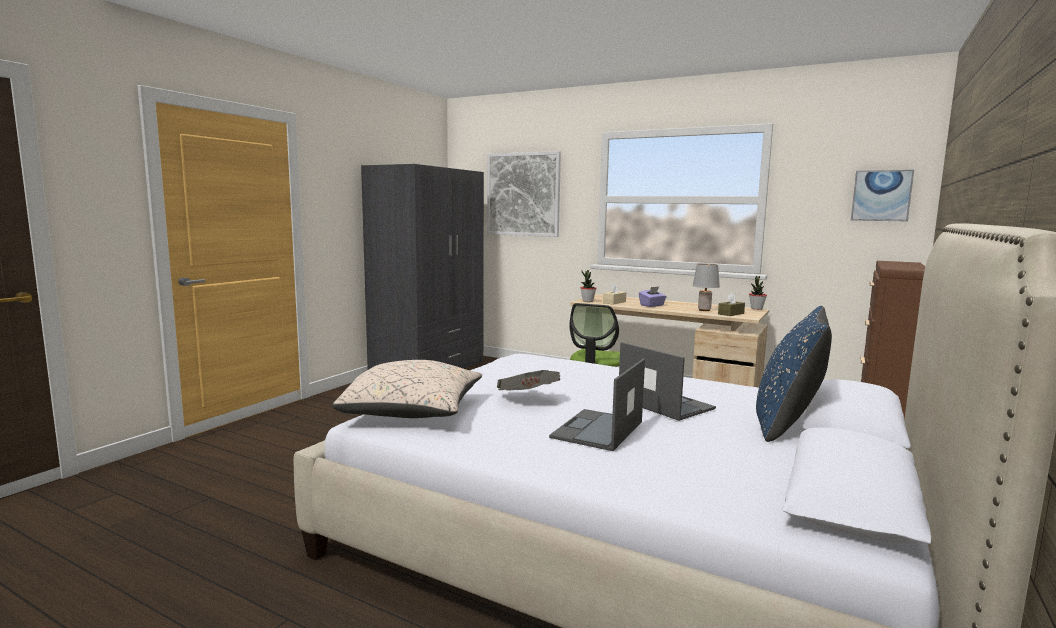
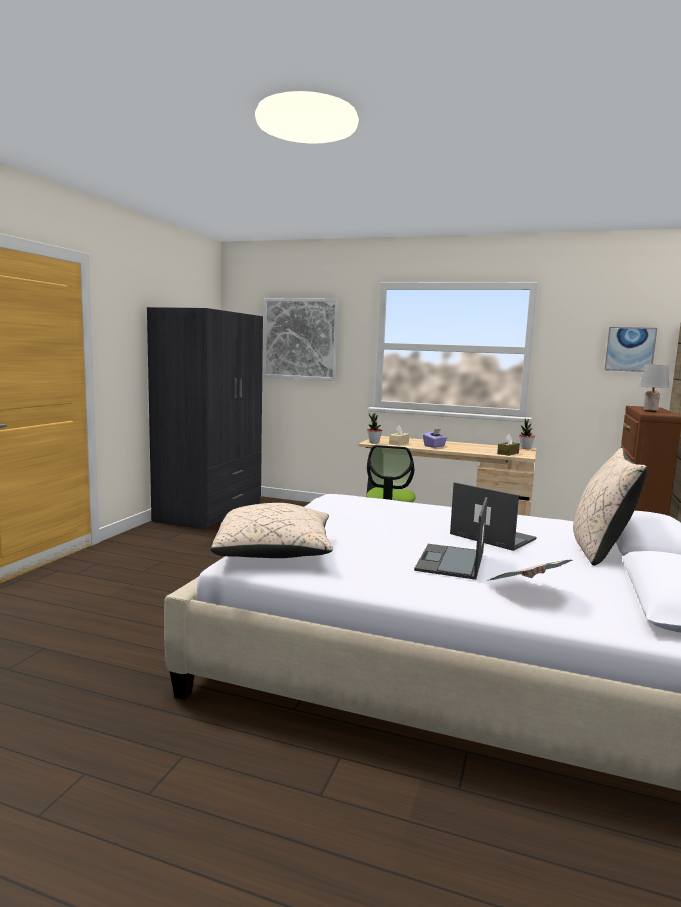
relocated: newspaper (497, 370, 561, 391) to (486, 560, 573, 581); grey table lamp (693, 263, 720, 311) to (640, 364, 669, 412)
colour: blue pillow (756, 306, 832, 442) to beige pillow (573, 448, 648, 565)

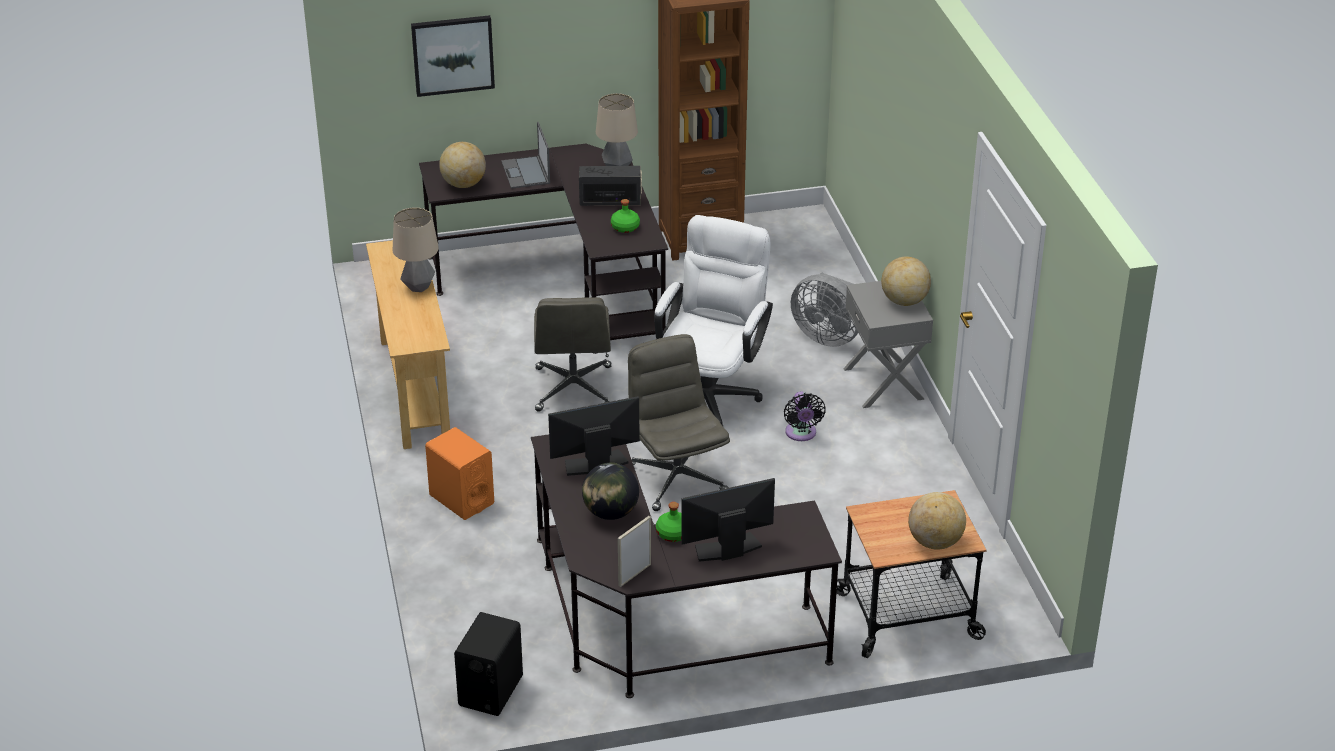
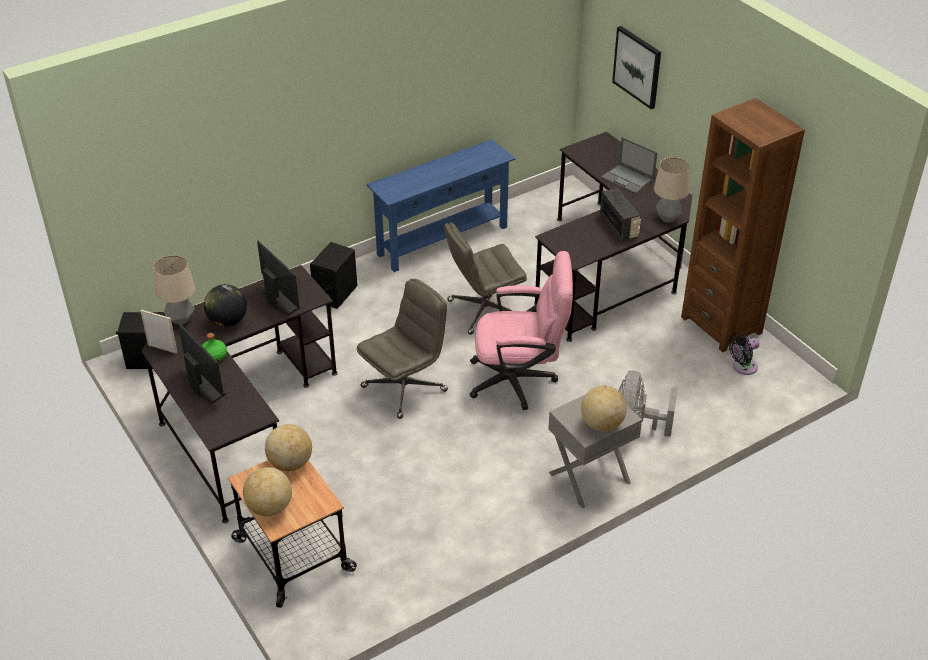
missing: green bottle (611, 199, 640, 233)
relocated: table lamp (393, 208, 439, 292) to (154, 255, 195, 325); globe (439, 142, 486, 188) to (265, 424, 312, 471); black fan (784, 391, 826, 441) to (728, 333, 760, 375)
colour: orange speaker (425, 427, 494, 520) to black speaker (310, 242, 357, 309); beige console table (366, 240, 450, 449) to blue console table (367, 139, 515, 272); white office chair (654, 215, 773, 426) to pink office chair (470, 251, 573, 410)
spun: laptop (501, 122, 550, 189) = (601, 137, 657, 194) 105 degrees counterclockwise

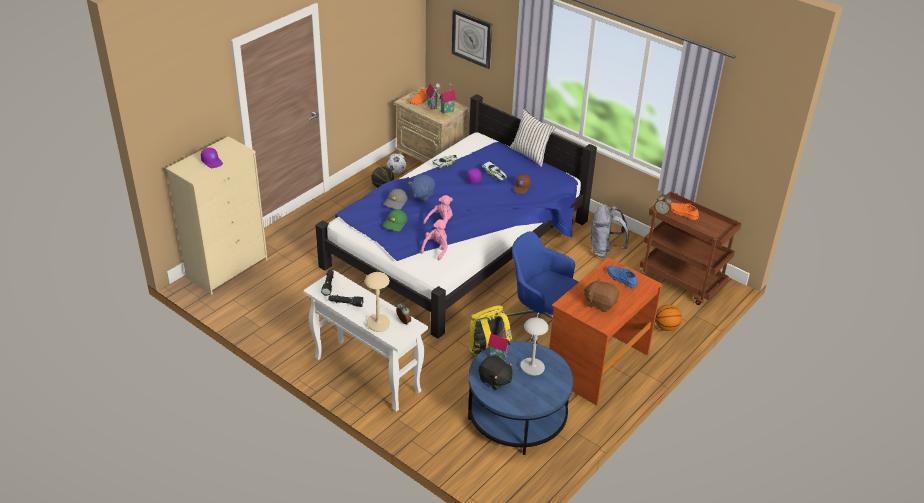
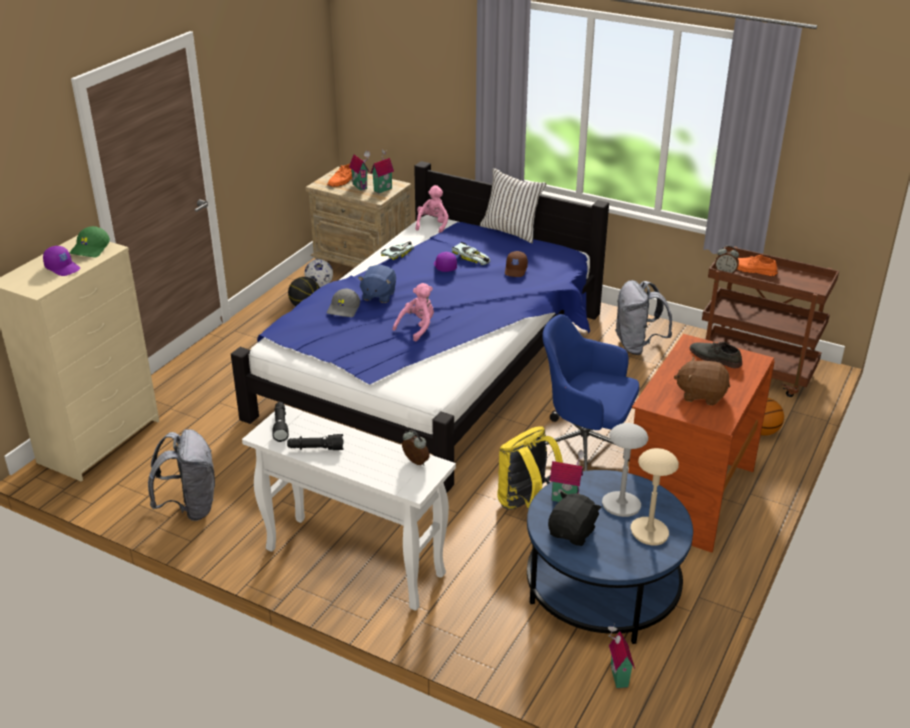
missing: wall clock (452, 9, 492, 69)
appeared: grey backpack (148, 429, 215, 521); toy house (608, 623, 635, 688)
relocated: green cap (383, 210, 407, 231) to (69, 226, 110, 257); pink plush toy (420, 219, 448, 260) to (415, 185, 449, 233); beige table lamp (365, 272, 390, 332) to (631, 448, 679, 546)
colour: blue shoe (607, 266, 637, 288) to grey shoe (690, 342, 742, 369)
spun: black plush toy (478, 355, 513, 390) = (548, 492, 602, 546) 90 degrees counterclockwise

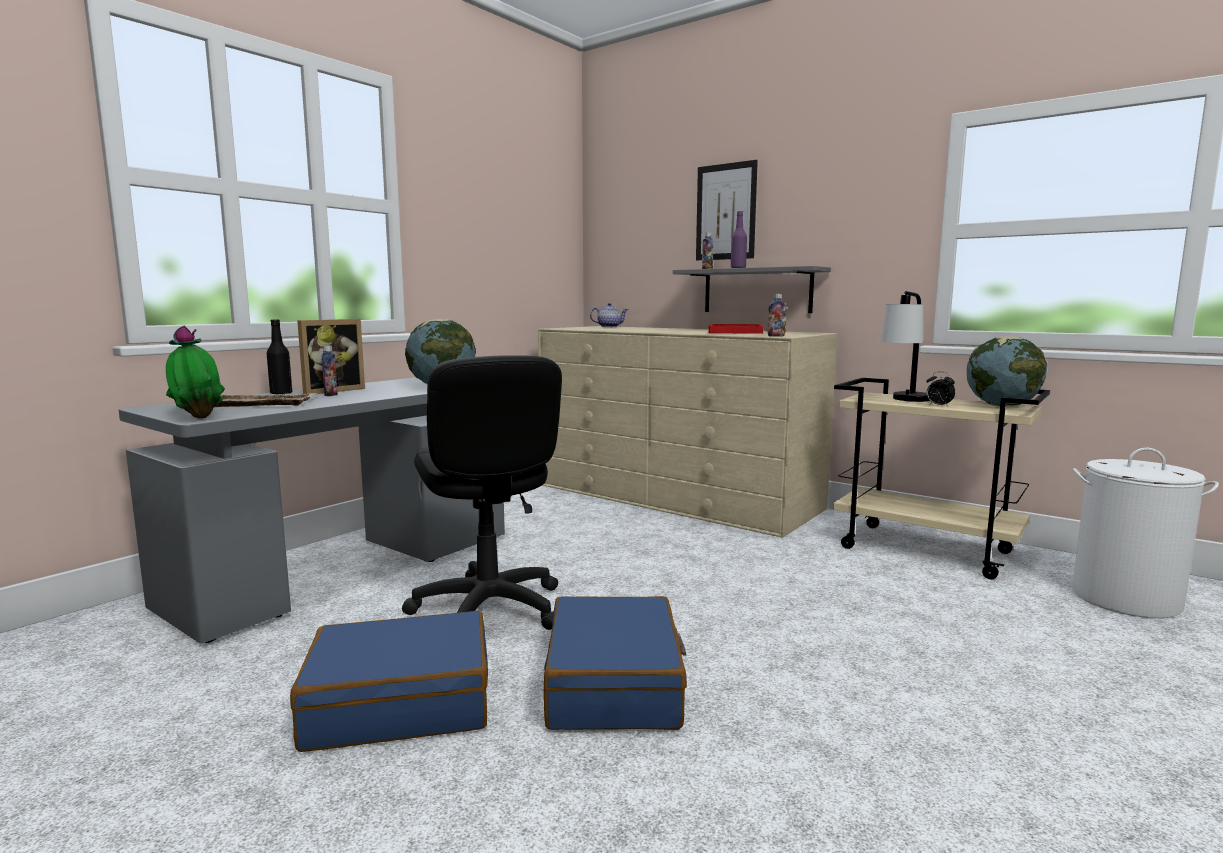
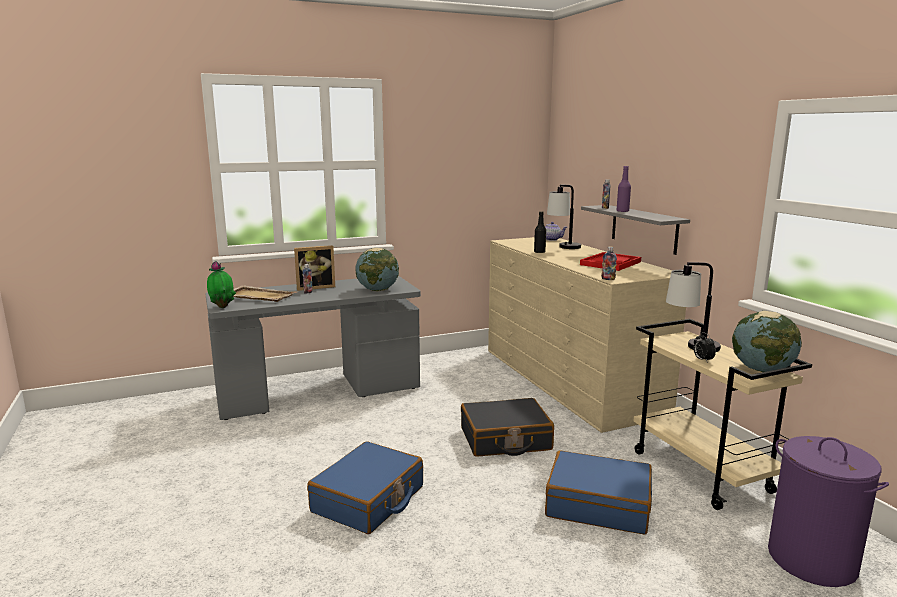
missing: black office chair (402, 355, 562, 630); picture (696, 160, 758, 260)
appeared: black suitcase (461, 398, 554, 457); table lamp (547, 185, 581, 249)
relocated: black bottle (267, 319, 292, 395) to (534, 211, 546, 253); blue suitcase (290, 611, 488, 752) to (545, 451, 652, 535)
colour: white laundry basket (1072, 448, 1219, 618) to purple laundry basket (768, 436, 889, 587)

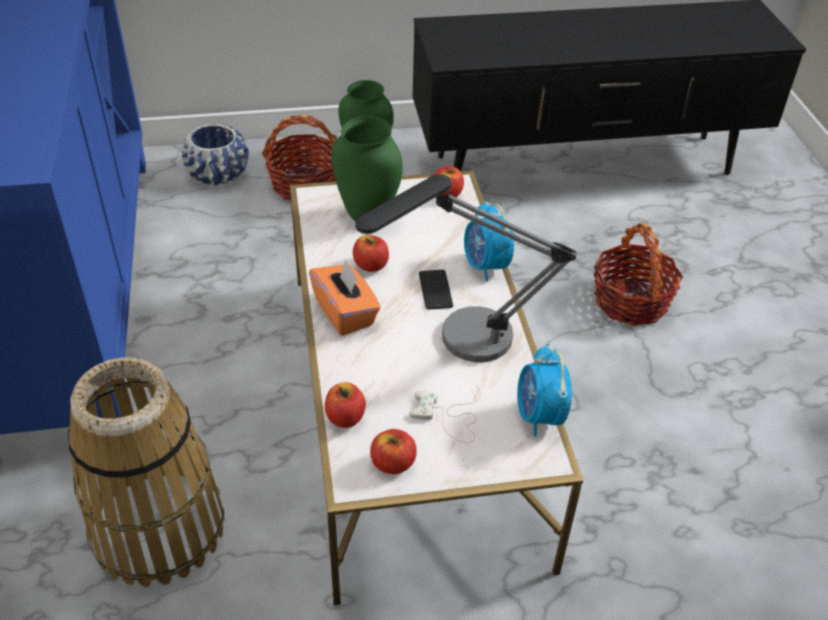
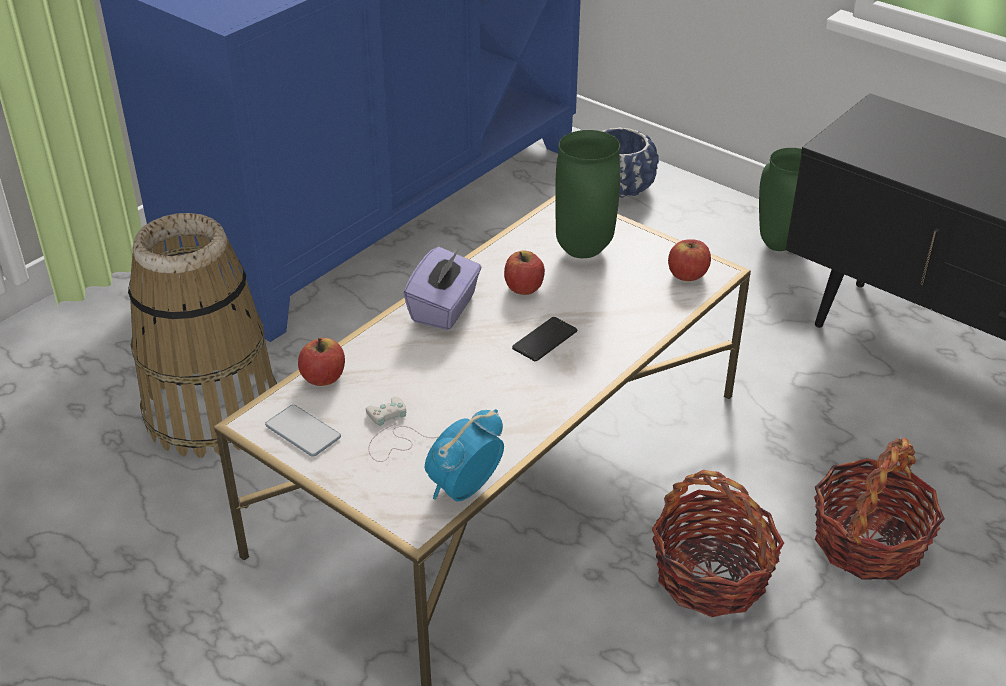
missing: table lamp (355, 174, 576, 362); alarm clock (464, 201, 515, 282)
relocated: basket (262, 115, 337, 201) to (652, 470, 784, 617)
exchanged: apple (370, 429, 417, 474) to phone (265, 405, 341, 457)
colour: orange tissue box (309, 259, 381, 336) to purple tissue box (404, 246, 482, 330)

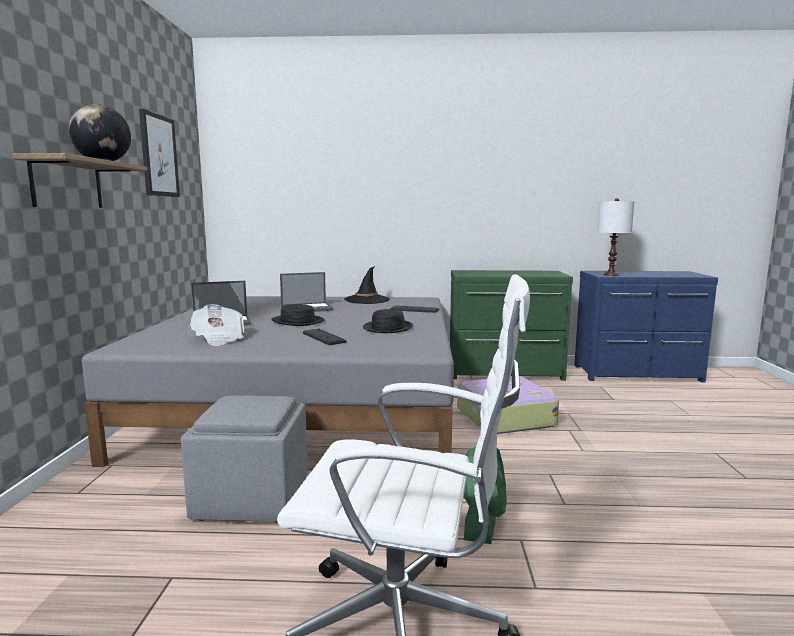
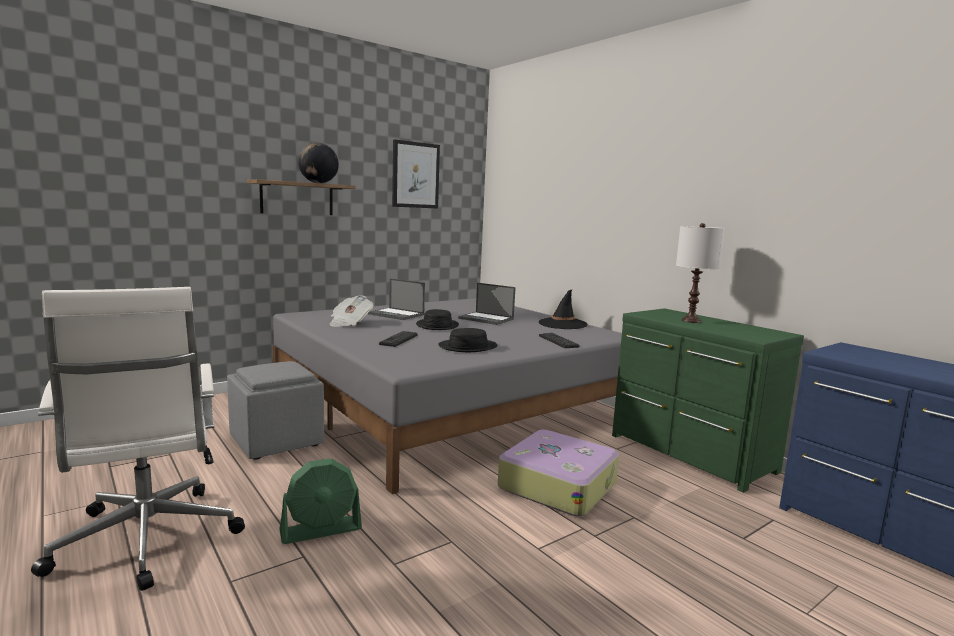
relocated: white table lamp (598, 198, 634, 276) to (676, 223, 725, 323)

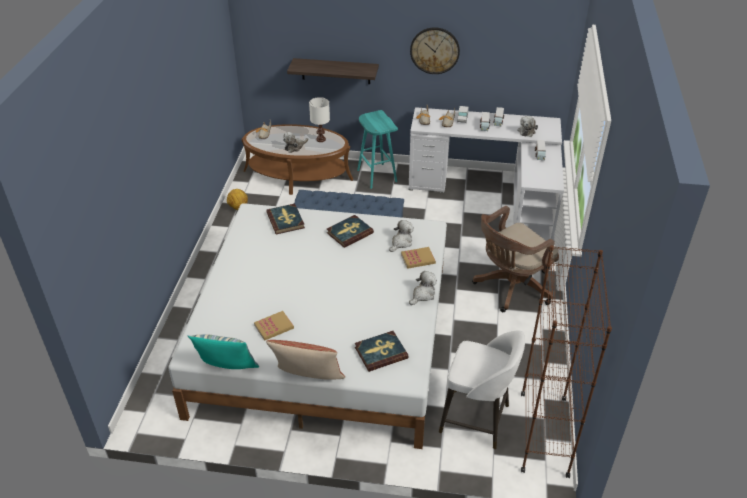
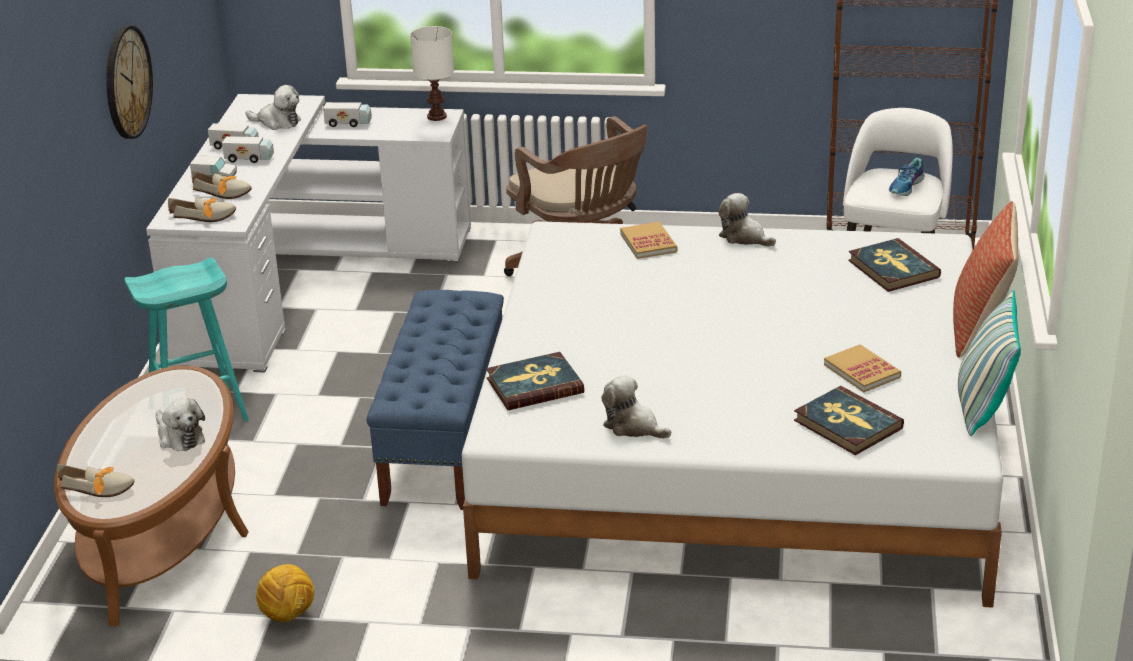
missing: shelf (287, 58, 379, 84)
appeared: shoe (889, 158, 924, 196)
relocated: white table lamp (309, 97, 330, 142) to (410, 26, 454, 121); plush toy (389, 220, 414, 252) to (601, 375, 671, 439); book (327, 215, 374, 248) to (794, 386, 904, 455)

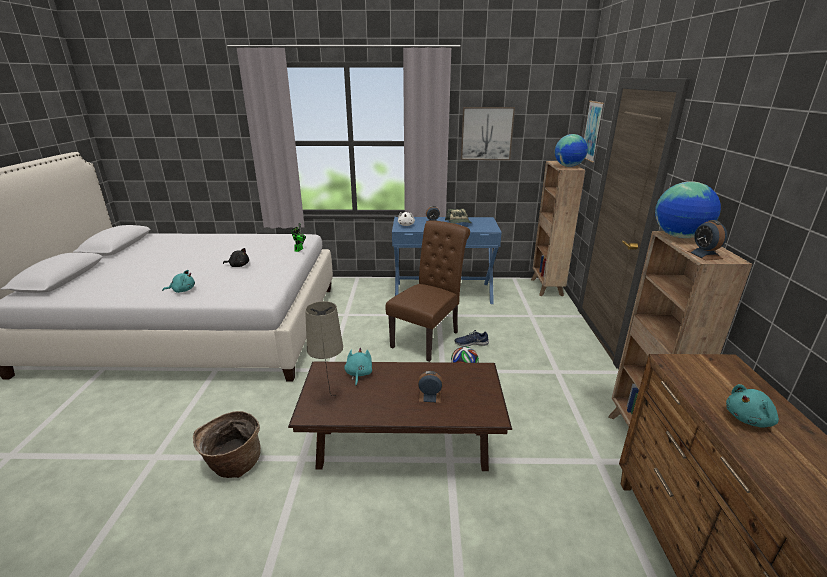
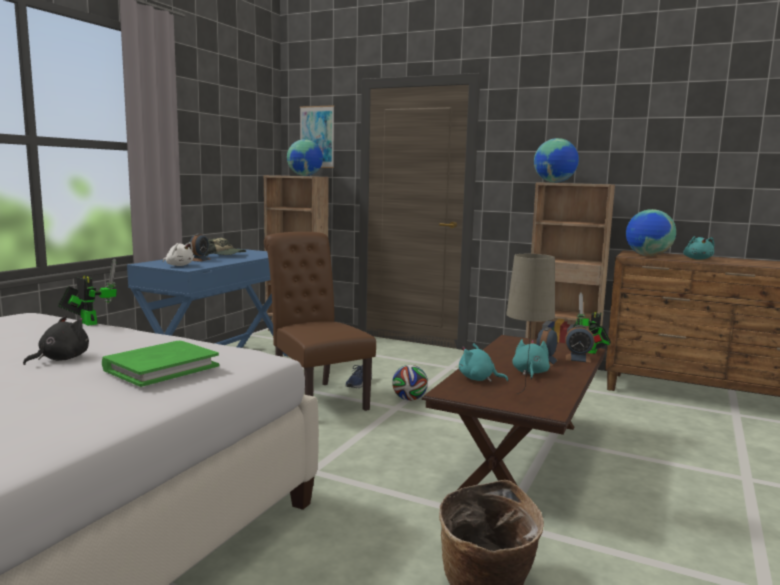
missing: picture (461, 107, 515, 160)
appeared: green book (102, 341, 219, 387); toy robot (576, 293, 611, 354); globe (626, 209, 676, 256)
relocated: turquoise plush toy (162, 270, 195, 293) to (512, 339, 550, 379); alarm clock (687, 220, 727, 260) to (565, 325, 594, 363)

